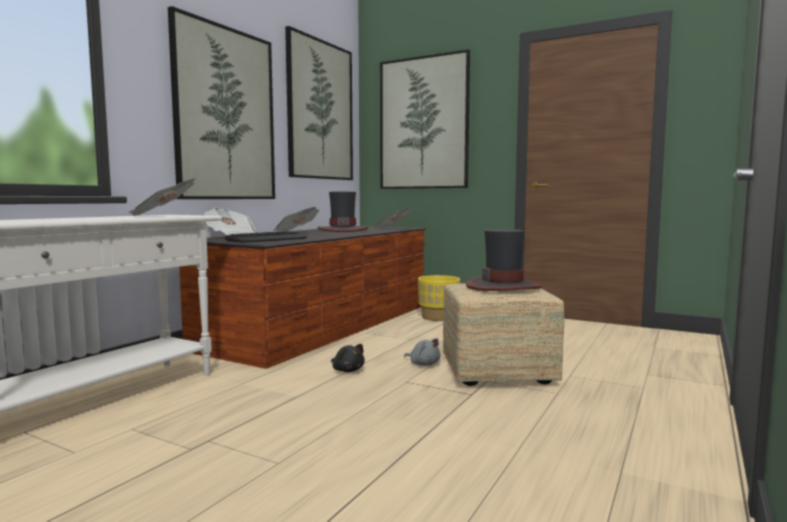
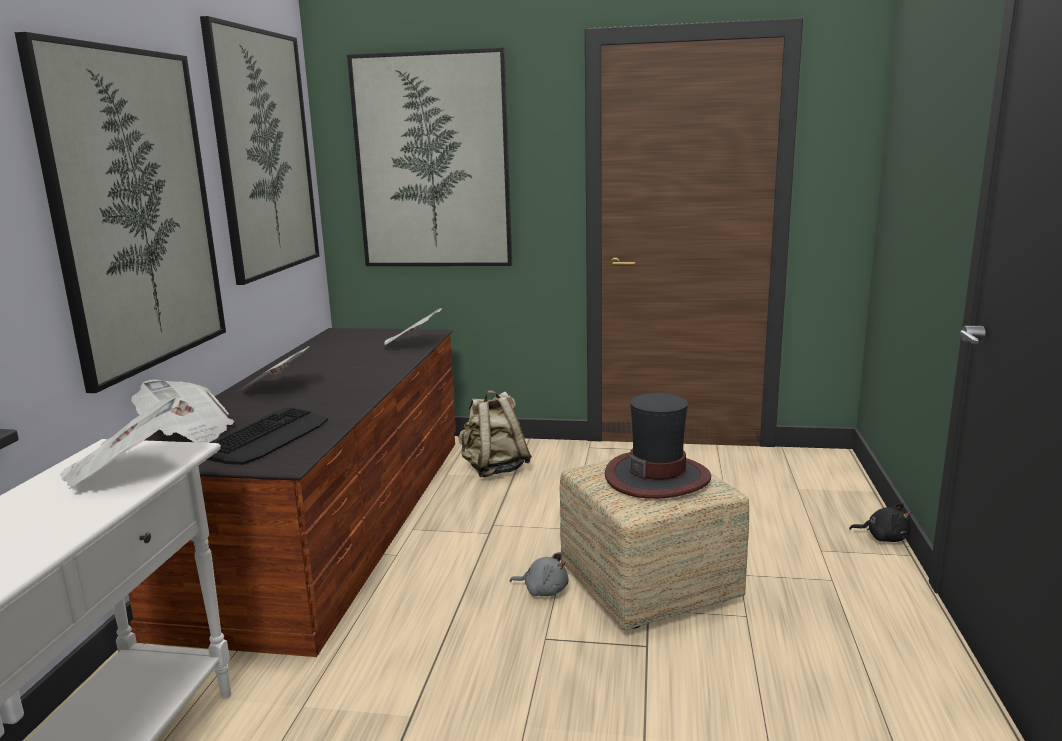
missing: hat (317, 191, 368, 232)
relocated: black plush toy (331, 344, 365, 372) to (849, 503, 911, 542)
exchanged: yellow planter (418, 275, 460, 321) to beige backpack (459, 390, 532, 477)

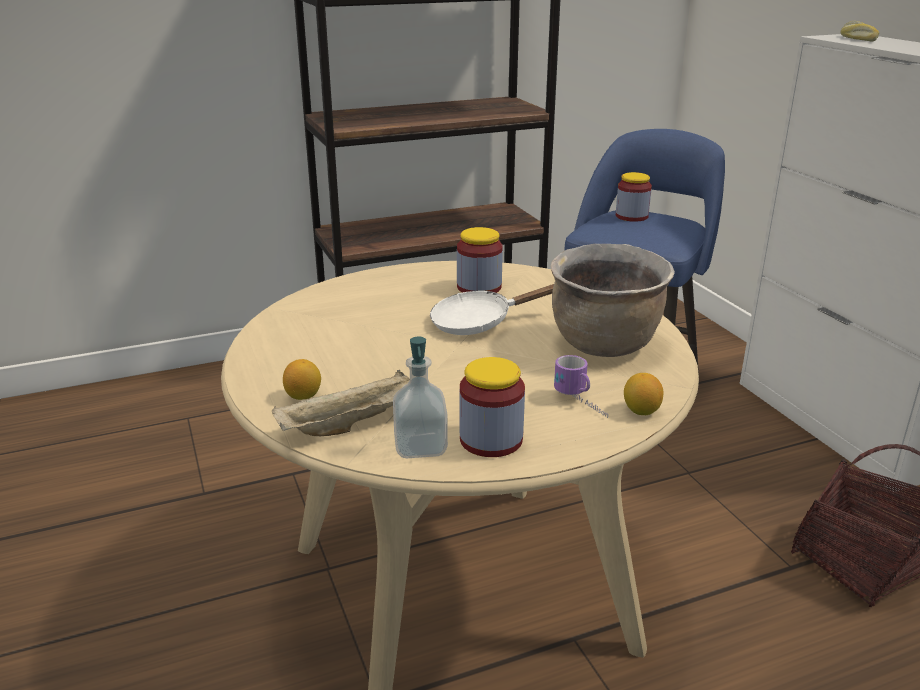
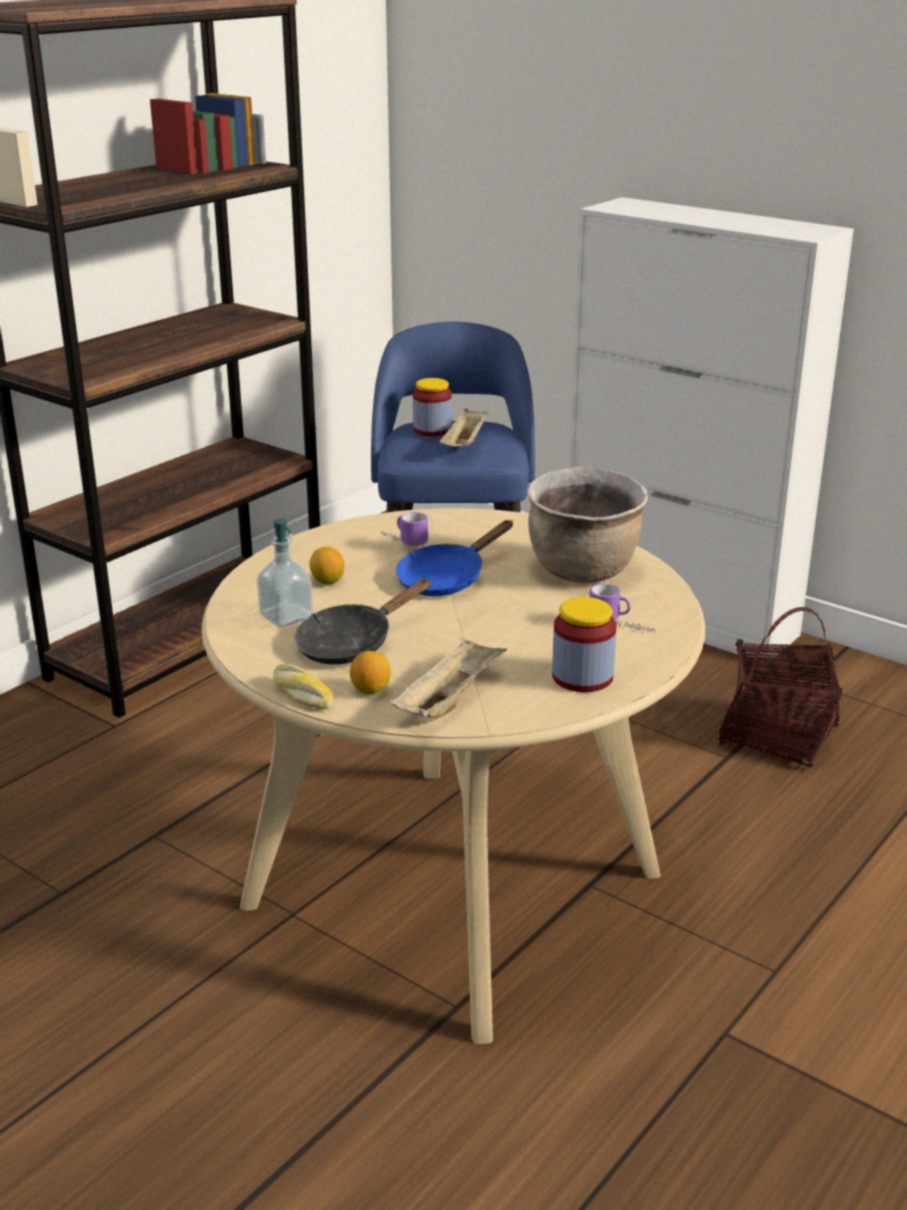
appeared: black frying pan (295, 579, 431, 665); beige tray (440, 408, 488, 447)
relocated: soap dispenser (393, 336, 448, 458) to (257, 519, 313, 628); bread (840, 21, 879, 41) to (273, 664, 333, 709); lemon (624, 373, 663, 415) to (310, 547, 345, 585)
exchanged: jar (457, 227, 503, 293) to mug (381, 512, 428, 546)
colour: white frying pan (430, 284, 554, 335) to blue frying pan (396, 520, 513, 596)

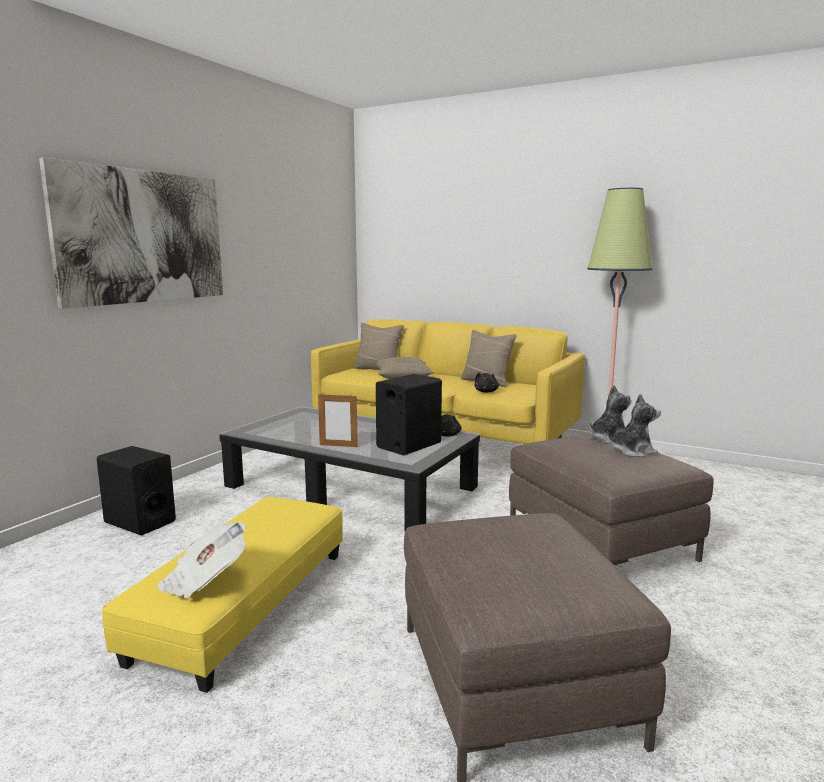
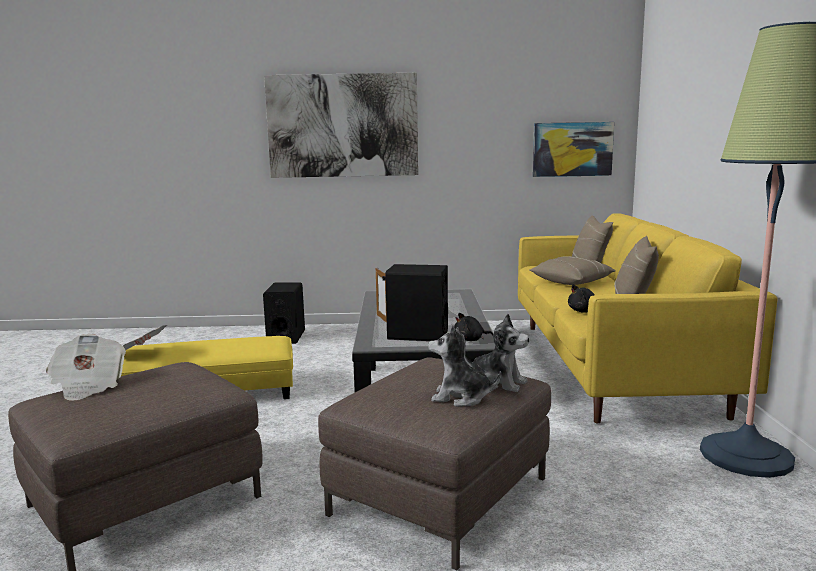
appeared: newspaper (46, 334, 126, 401); picture (533, 122, 614, 177)
spun: plush toy (607, 394, 661, 457) = (428, 325, 501, 407) 150 degrees clockwise

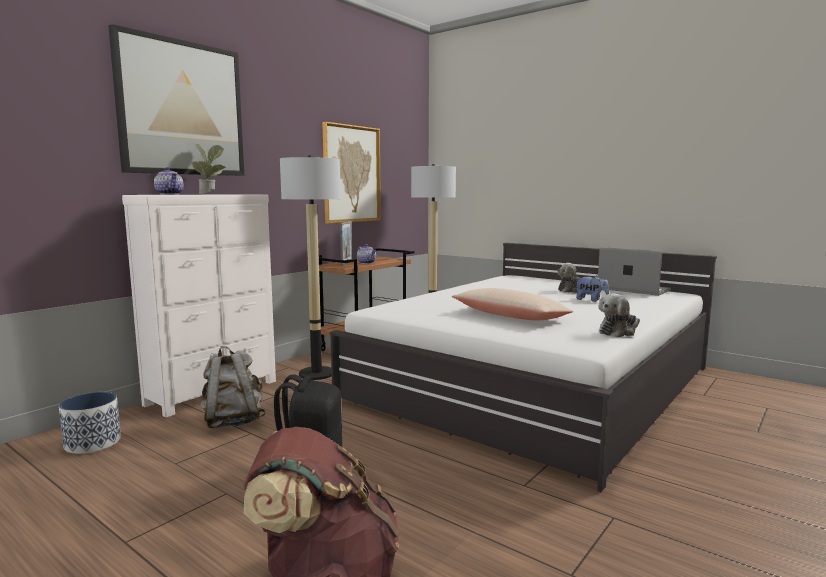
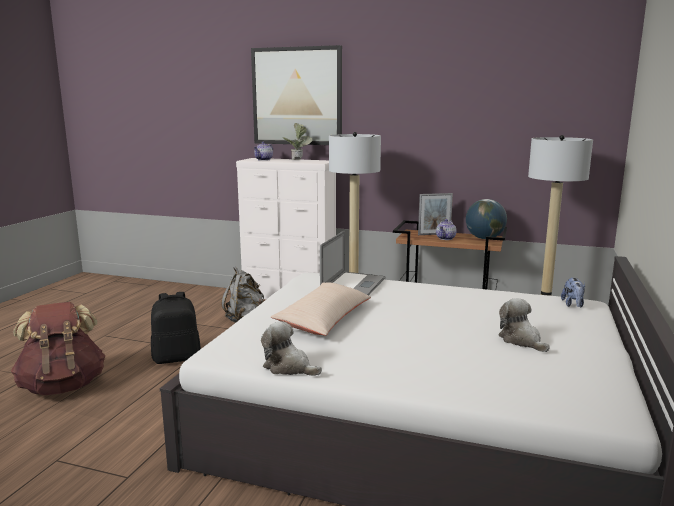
missing: planter (59, 392, 121, 454); picture (322, 122, 381, 224)
appeared: globe (466, 199, 507, 239)
relocated: laptop (598, 247, 671, 296) to (320, 230, 386, 295); plush toy (575, 276, 609, 302) to (561, 277, 585, 307)

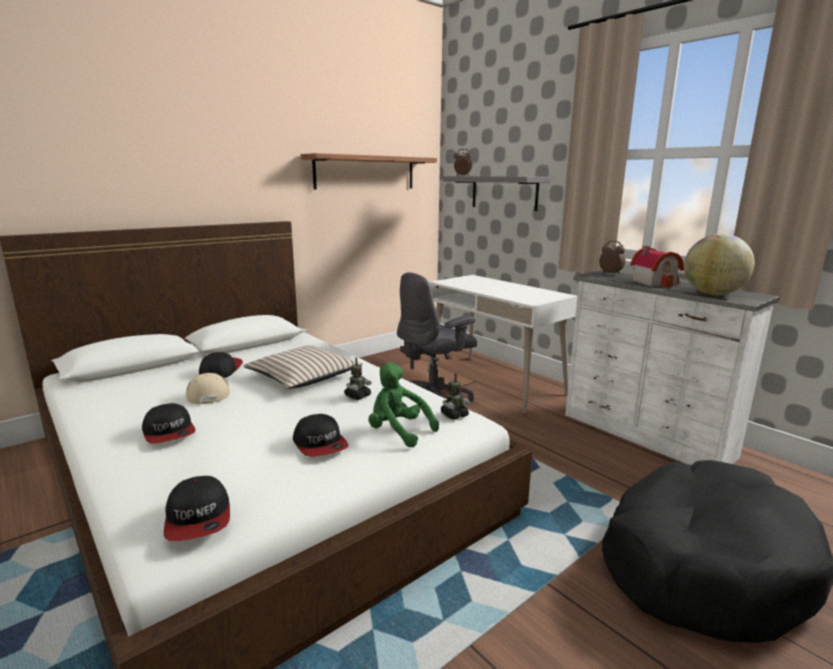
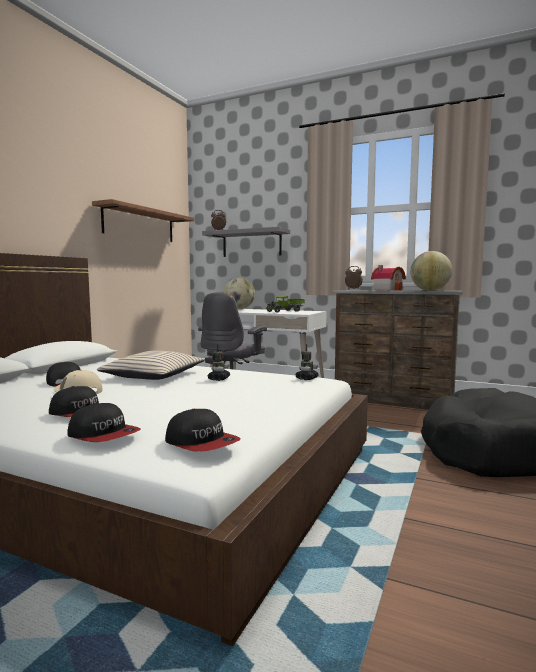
missing: green plush toy (368, 363, 439, 447)
appeared: globe (224, 278, 255, 309); toy truck (267, 296, 305, 313)
relocated: cap (293, 414, 349, 457) to (67, 403, 141, 442)
colour: white dresser (565, 270, 780, 465) to brown dresser (333, 290, 463, 410)

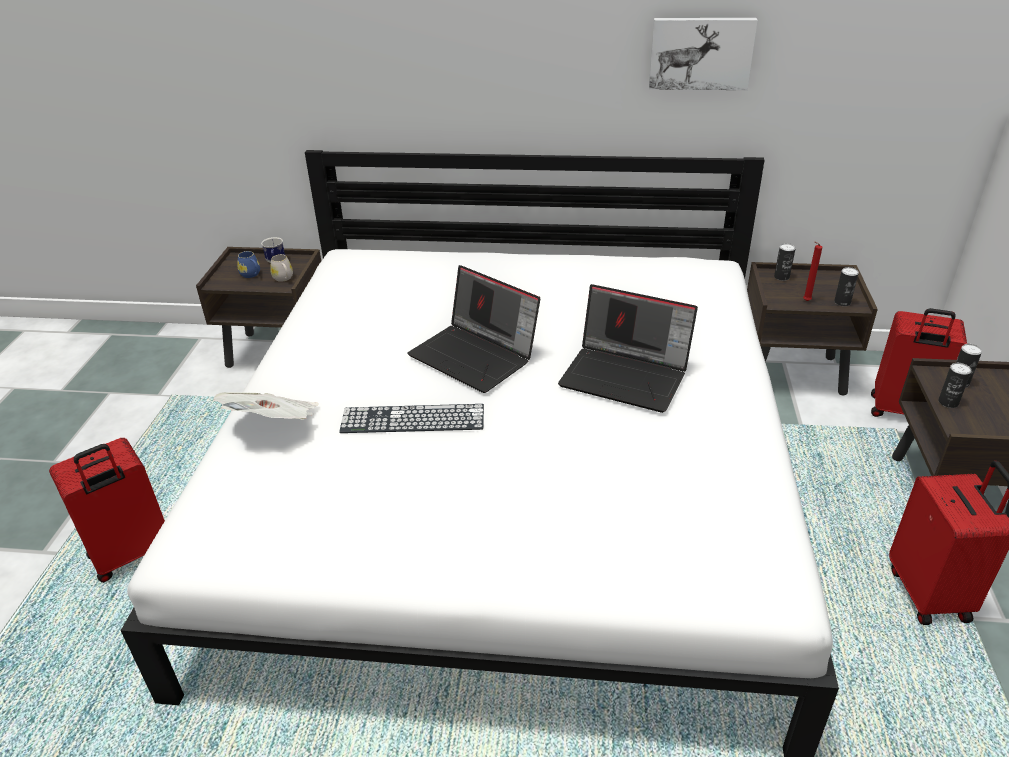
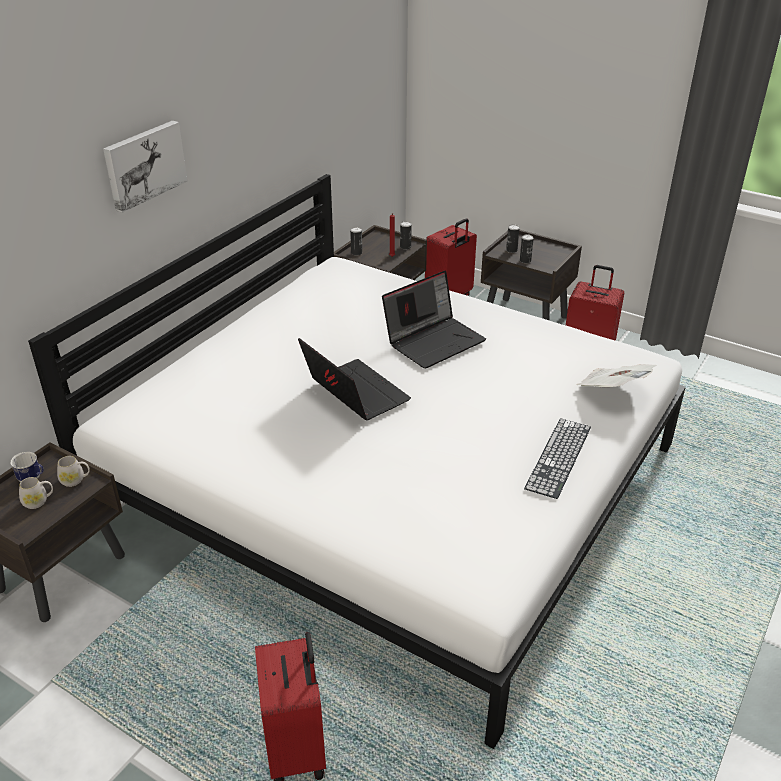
relocated: picture (649, 18, 758, 90) to (103, 121, 187, 213); keyboard (339, 404, 484, 433) to (524, 418, 591, 499); newspaper (213, 392, 319, 420) to (576, 364, 657, 387)
colour: blue mug (238, 251, 260, 278) to white mug (19, 477, 53, 509)
spun: laptop (407, 265, 540, 393) = (298, 338, 411, 421) 105 degrees counterclockwise

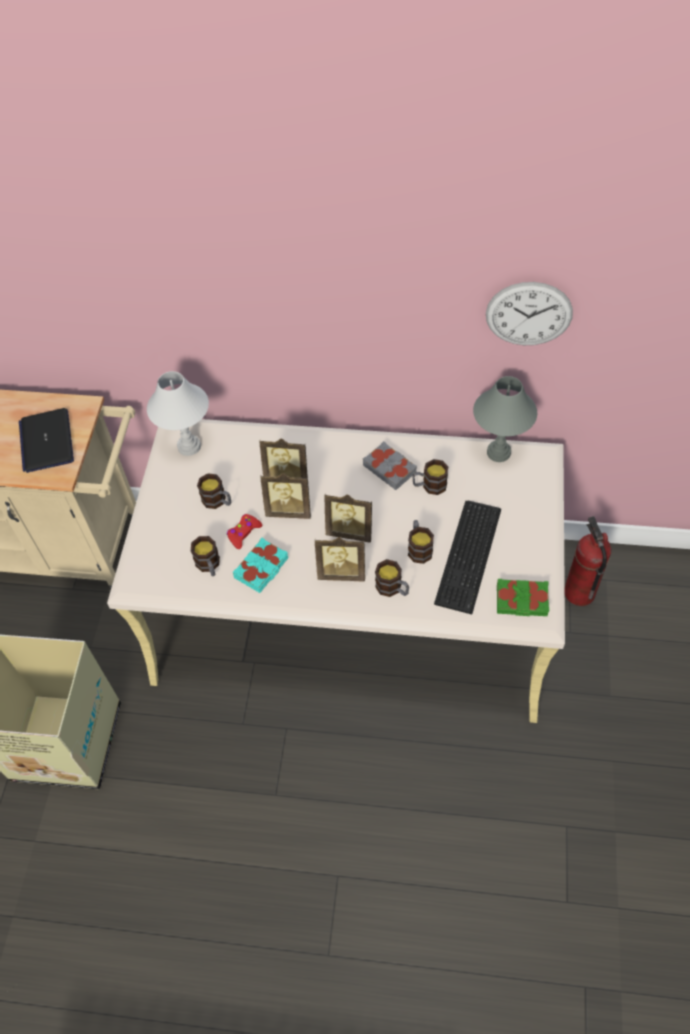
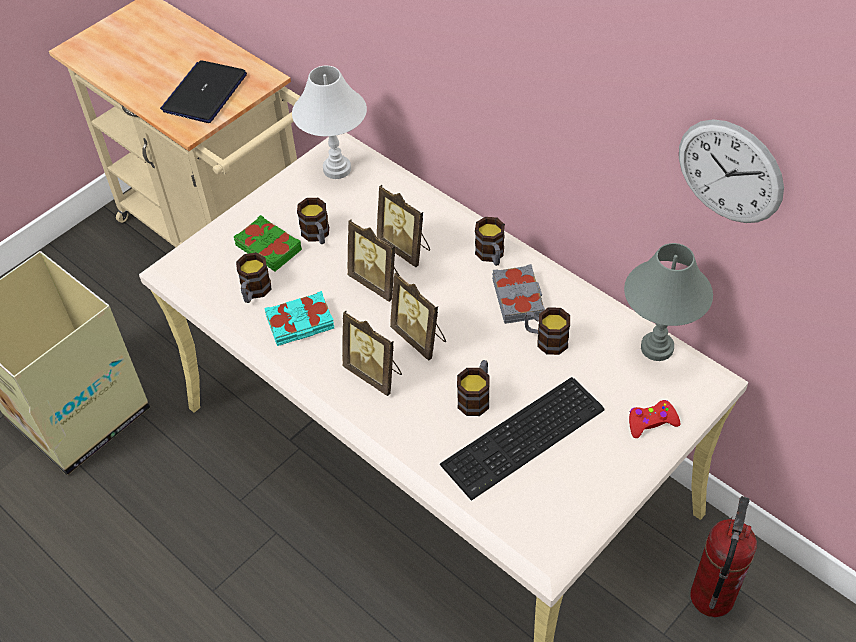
relocated: green book (497, 579, 549, 616) to (234, 215, 302, 271); mug (375, 559, 409, 597) to (475, 217, 505, 266); red game controller (227, 514, 262, 549) to (629, 400, 680, 438)

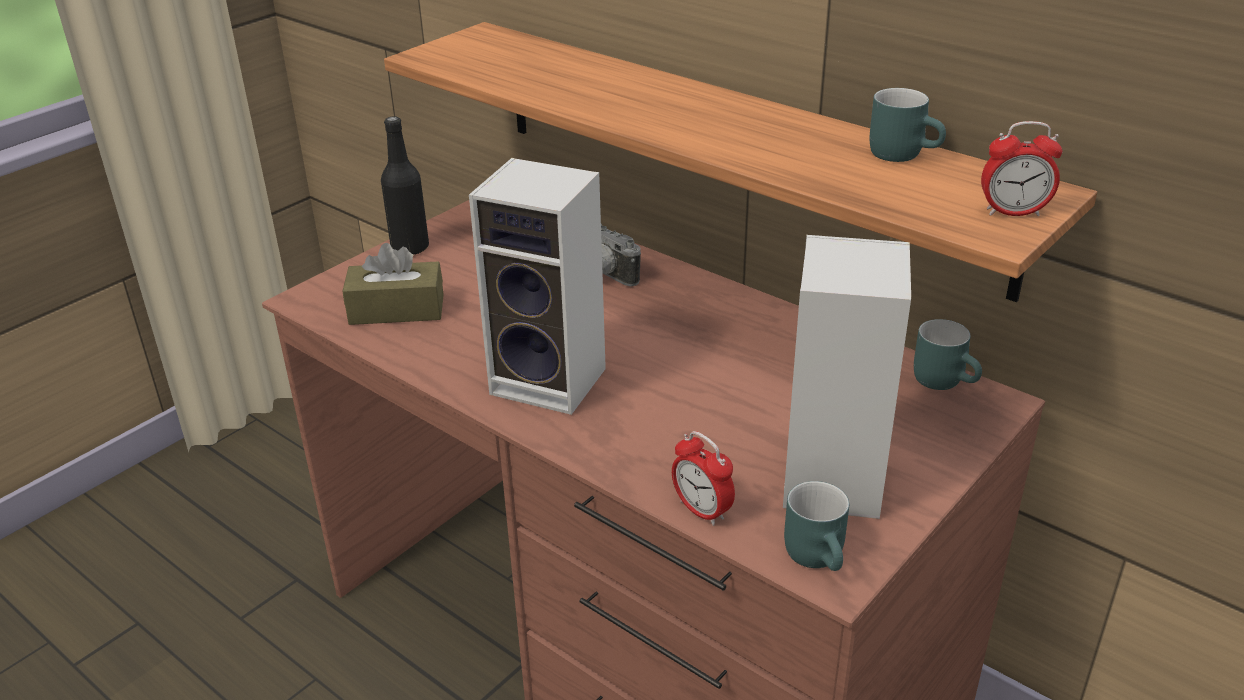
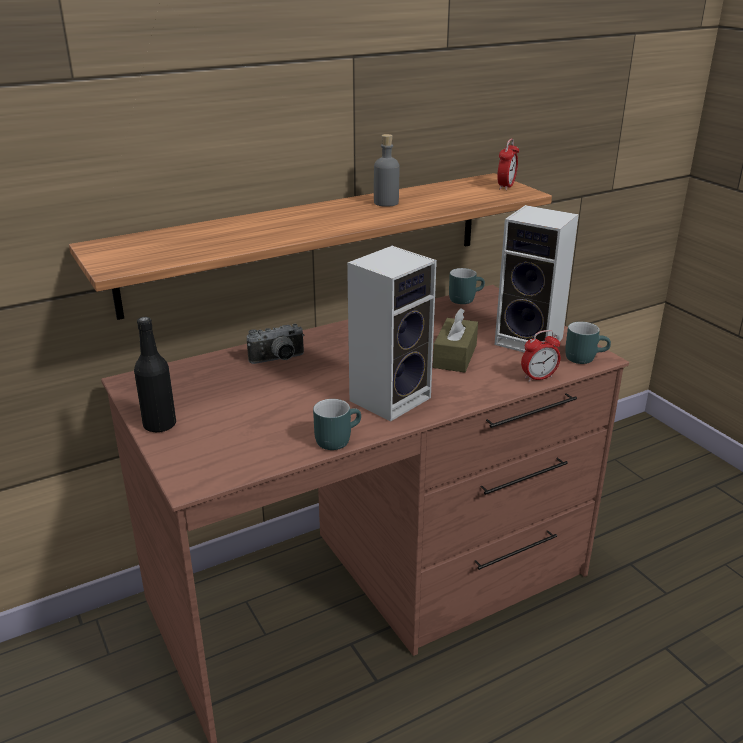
appeared: grey bottle (374, 134, 399, 207)
relocated: turquoise mug (870, 88, 946, 162) to (313, 399, 361, 450); brown tissue box (342, 243, 444, 325) to (433, 308, 478, 372)

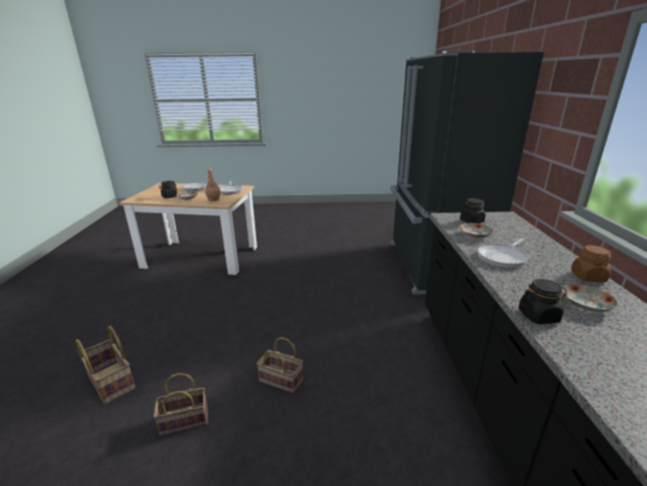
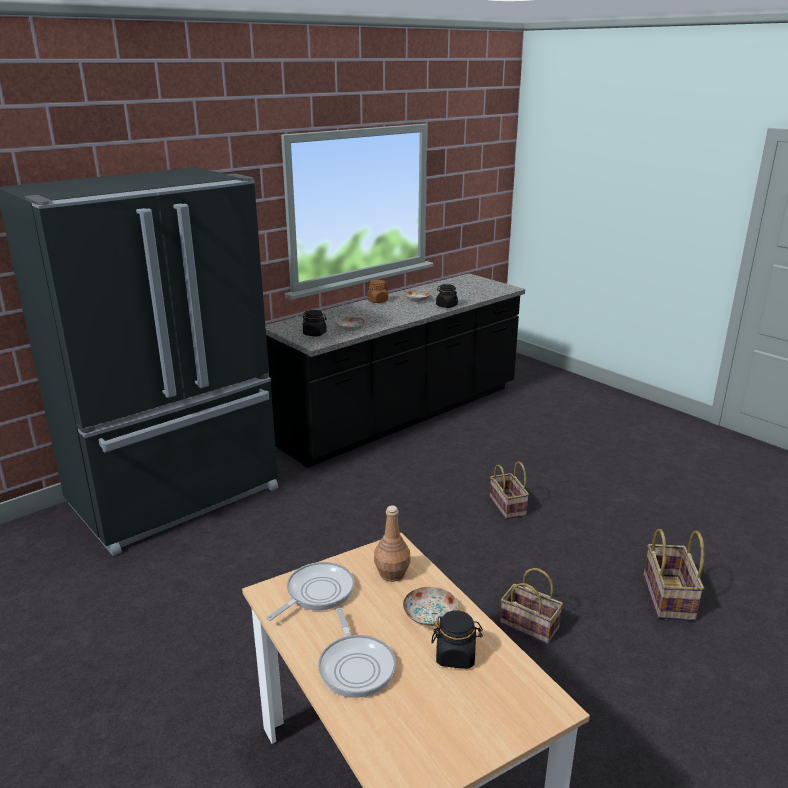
missing: frying pan (477, 238, 528, 268)
relocated: basket (153, 373, 208, 436) to (500, 568, 563, 644)

